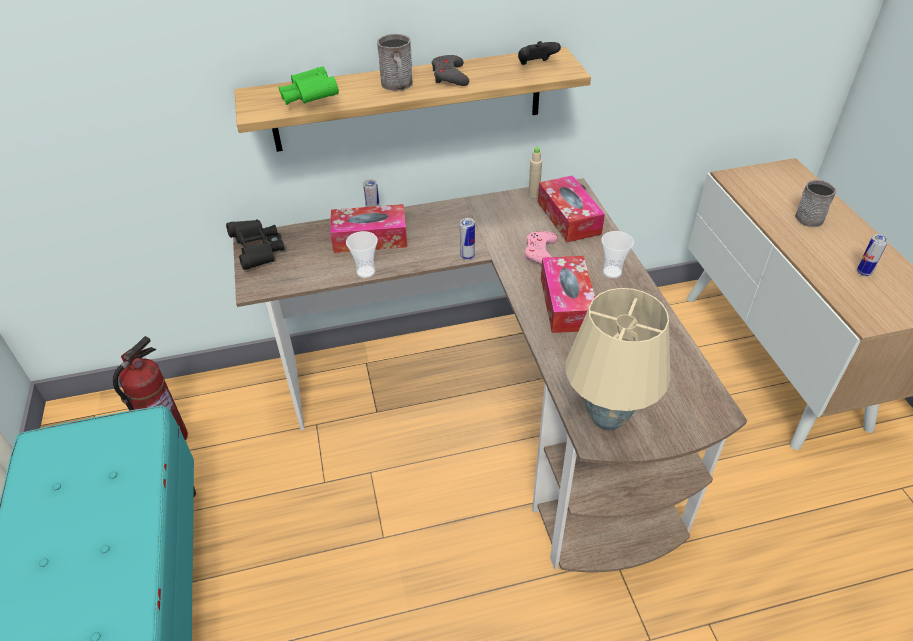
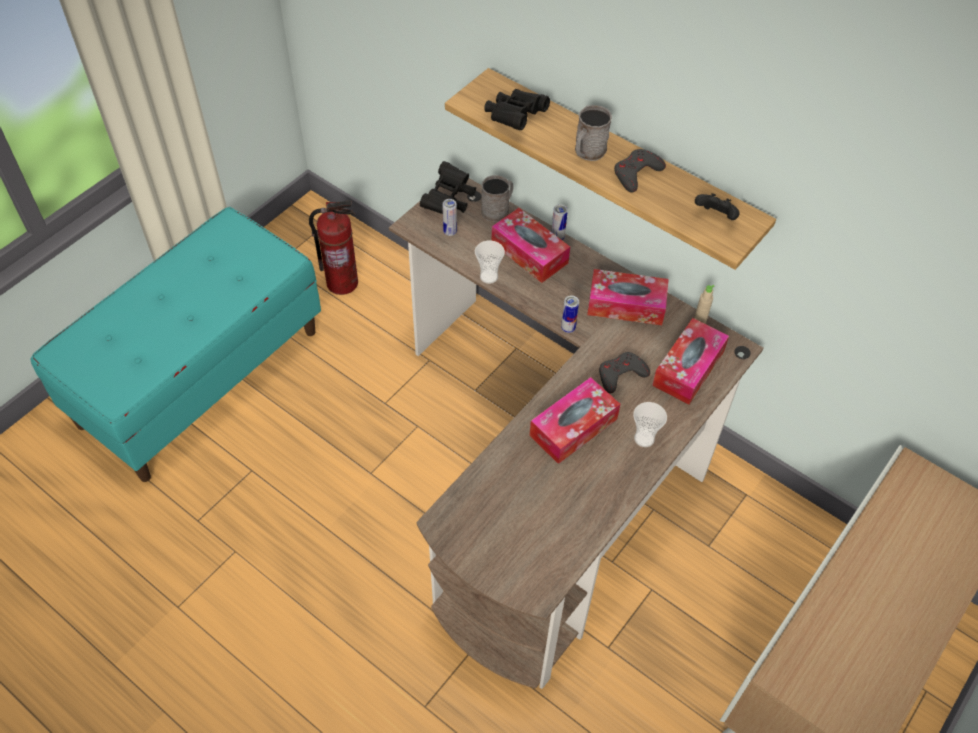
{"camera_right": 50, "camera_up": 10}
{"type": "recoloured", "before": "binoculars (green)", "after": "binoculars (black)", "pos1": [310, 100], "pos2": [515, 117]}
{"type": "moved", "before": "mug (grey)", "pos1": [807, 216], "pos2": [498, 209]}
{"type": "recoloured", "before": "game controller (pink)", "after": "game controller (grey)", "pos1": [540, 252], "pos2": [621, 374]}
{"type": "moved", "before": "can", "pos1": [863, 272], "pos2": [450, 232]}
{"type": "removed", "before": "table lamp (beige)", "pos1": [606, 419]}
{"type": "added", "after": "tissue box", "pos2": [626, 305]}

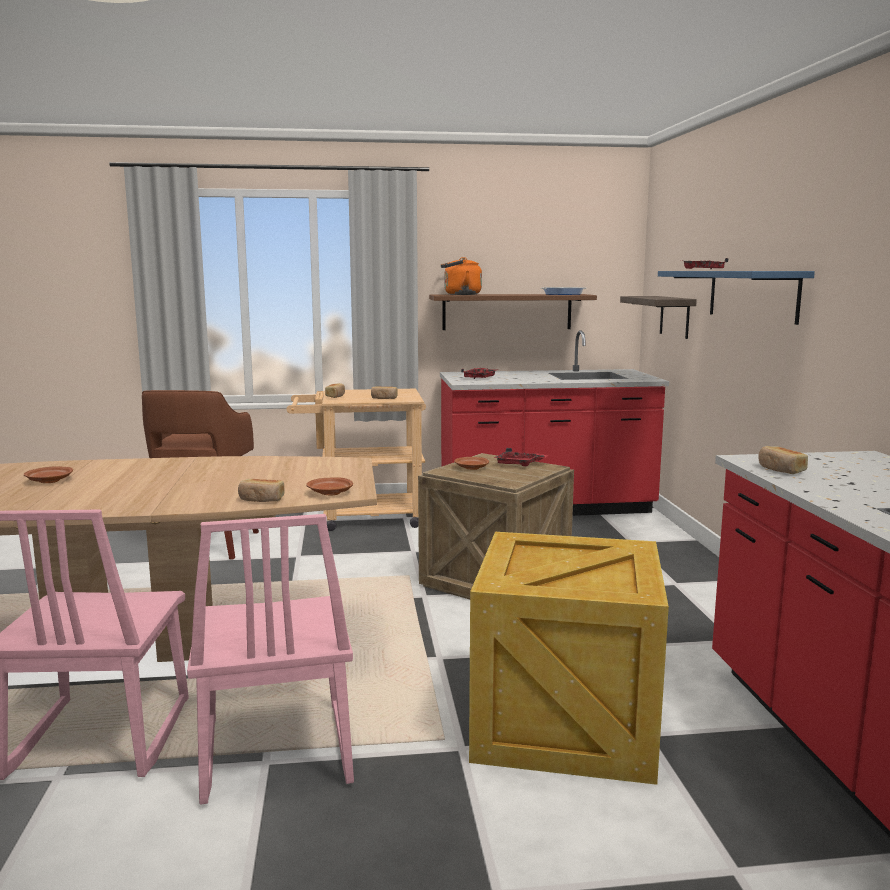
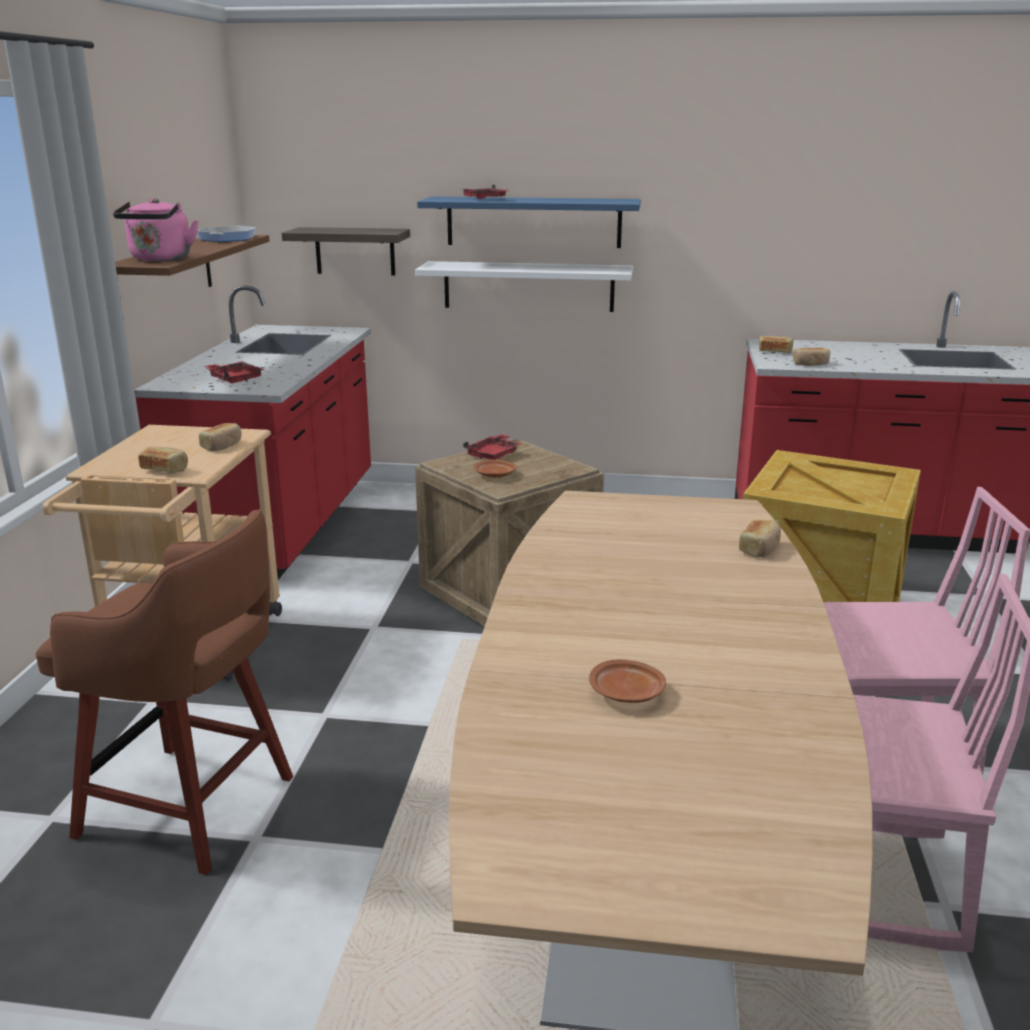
{"camera_right": -75, "camera_up": 10}
{"type": "recoloured", "before": "kettle (orange)", "after": "kettle (pink)", "pos1": [460, 294], "pos2": [160, 259]}
{"type": "removed", "before": "plate (brown)", "pos1": [330, 493]}
{"type": "added", "after": "shelf (white)", "pos2": [528, 286]}
{"type": "added", "after": "bread", "pos2": [774, 352]}

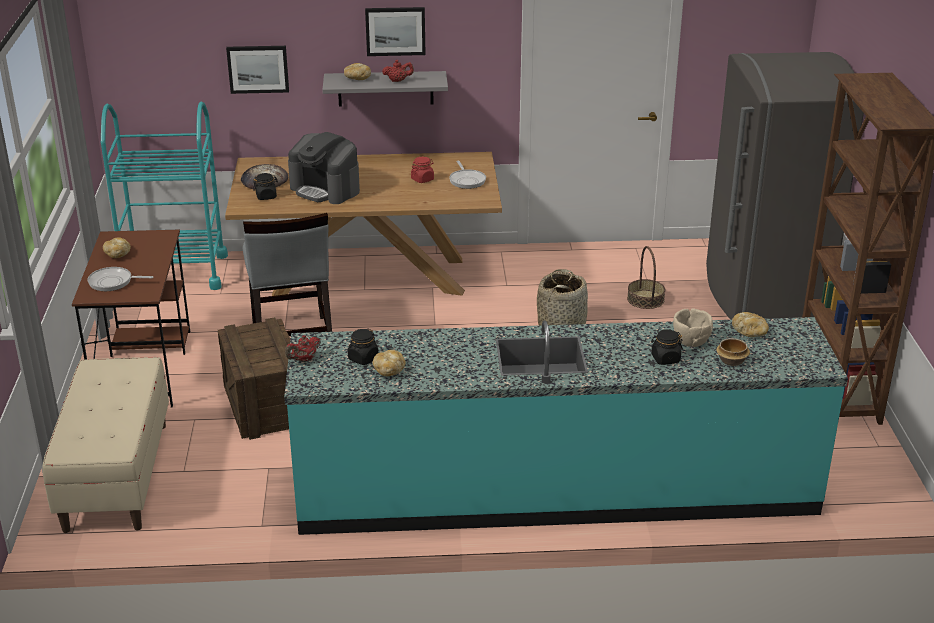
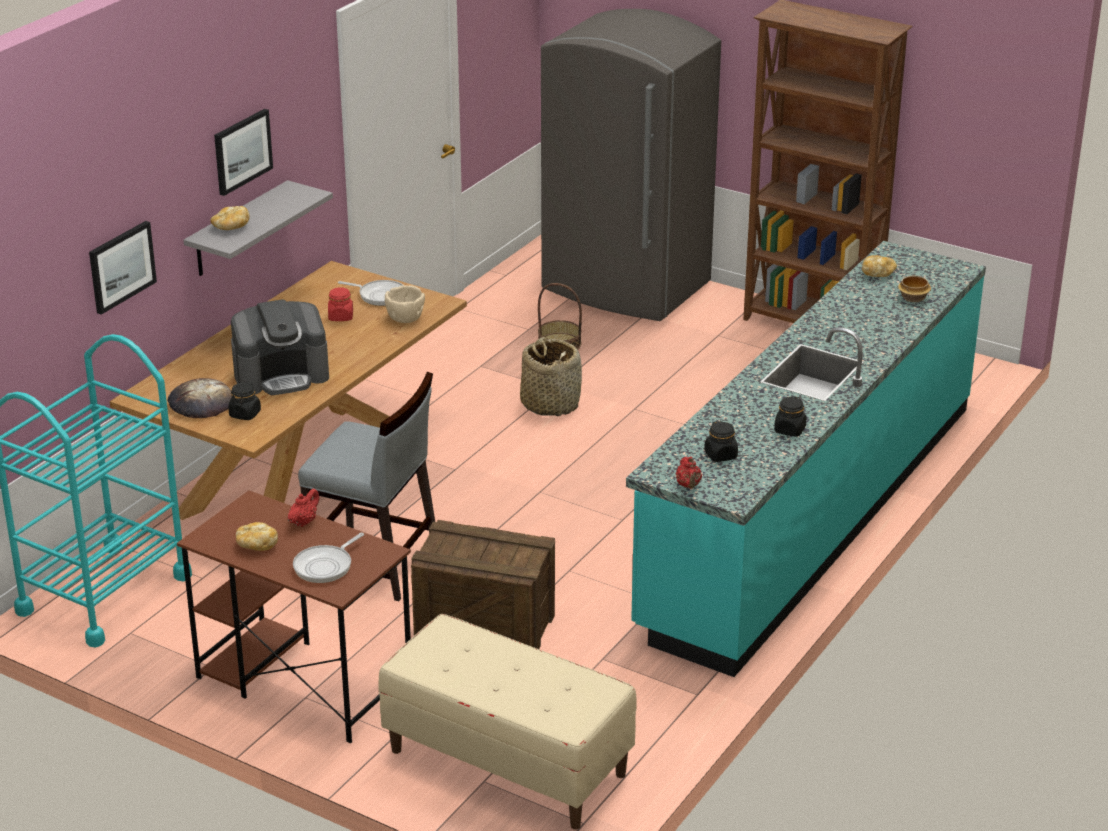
{"camera_right": -55, "camera_up": 0}
{"type": "moved", "before": "teapot (red)", "pos1": [398, 81], "pos2": [304, 522]}
{"type": "moved", "before": "bowl (beige)", "pos1": [690, 340], "pos2": [404, 318]}
{"type": "moved", "before": "jar (black)", "pos1": [665, 359], "pos2": [789, 430]}
{"type": "removed", "before": "bread", "pos1": [389, 370]}

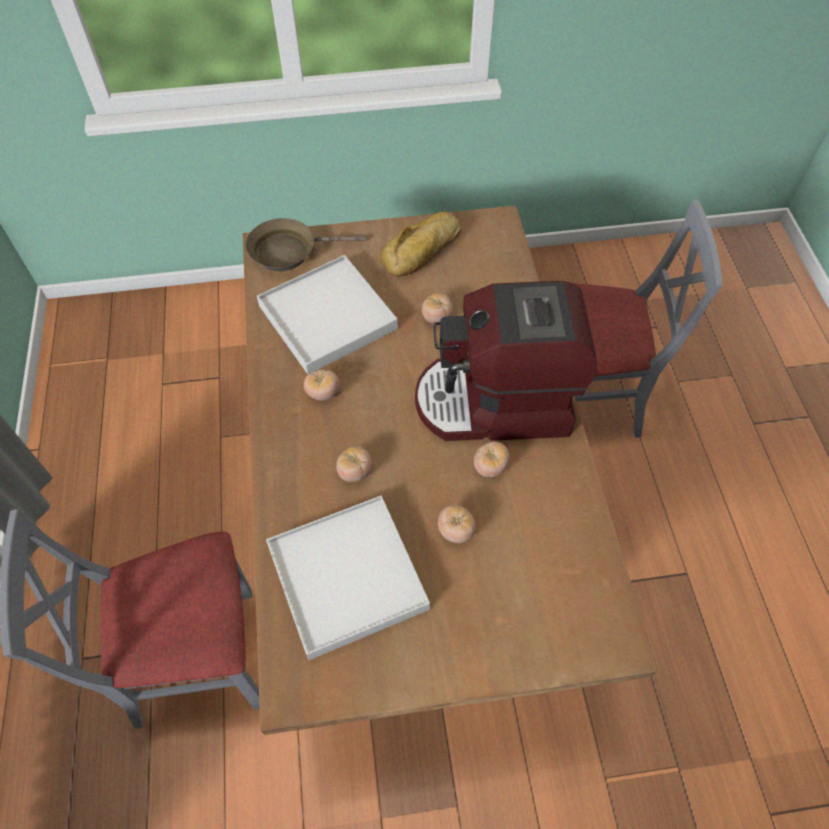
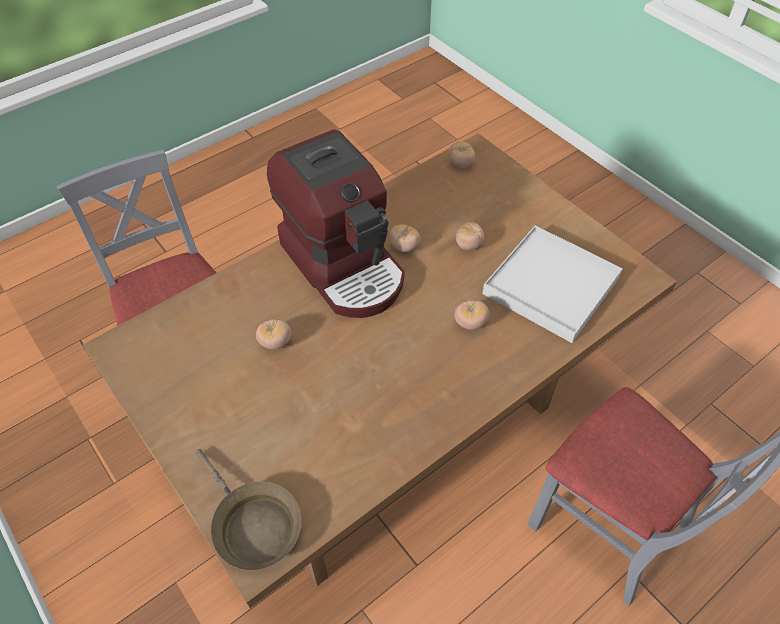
{"camera_right": -120, "camera_up": -5}
{"type": "removed", "before": "bread", "pos1": [423, 251]}
{"type": "removed", "before": "tray (white)", "pos1": [327, 318]}
{"type": "moved", "before": "tomato", "pos1": [323, 393], "pos2": [461, 164]}

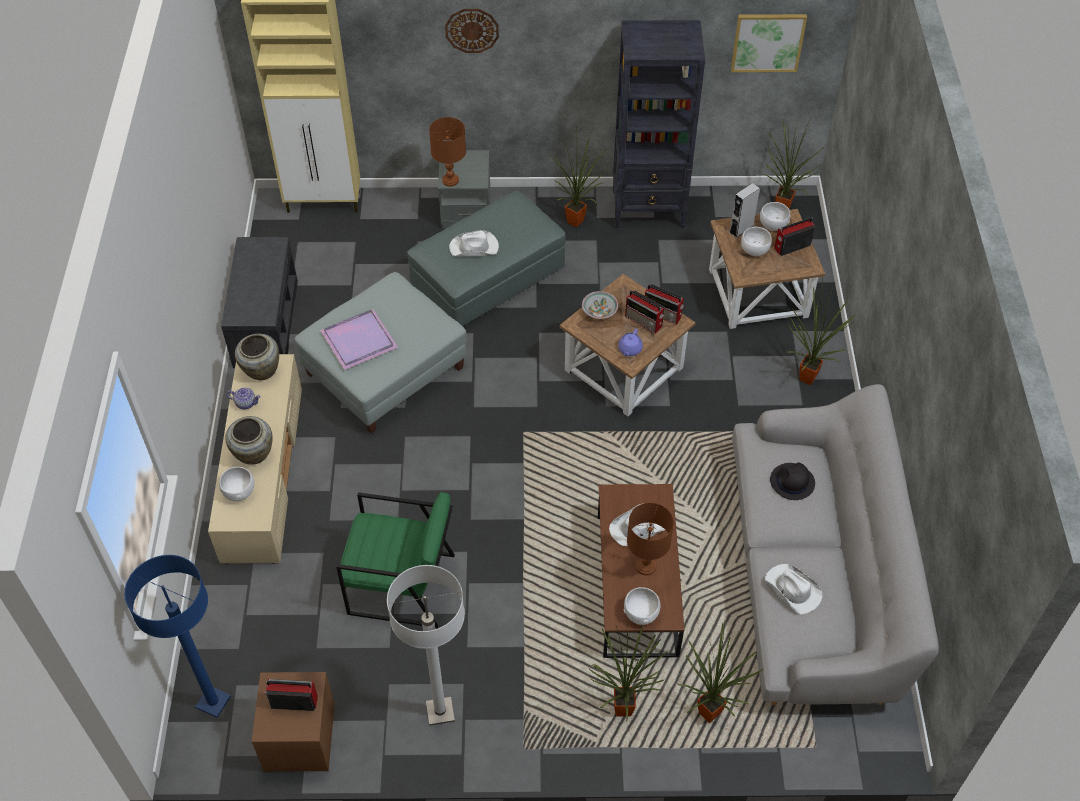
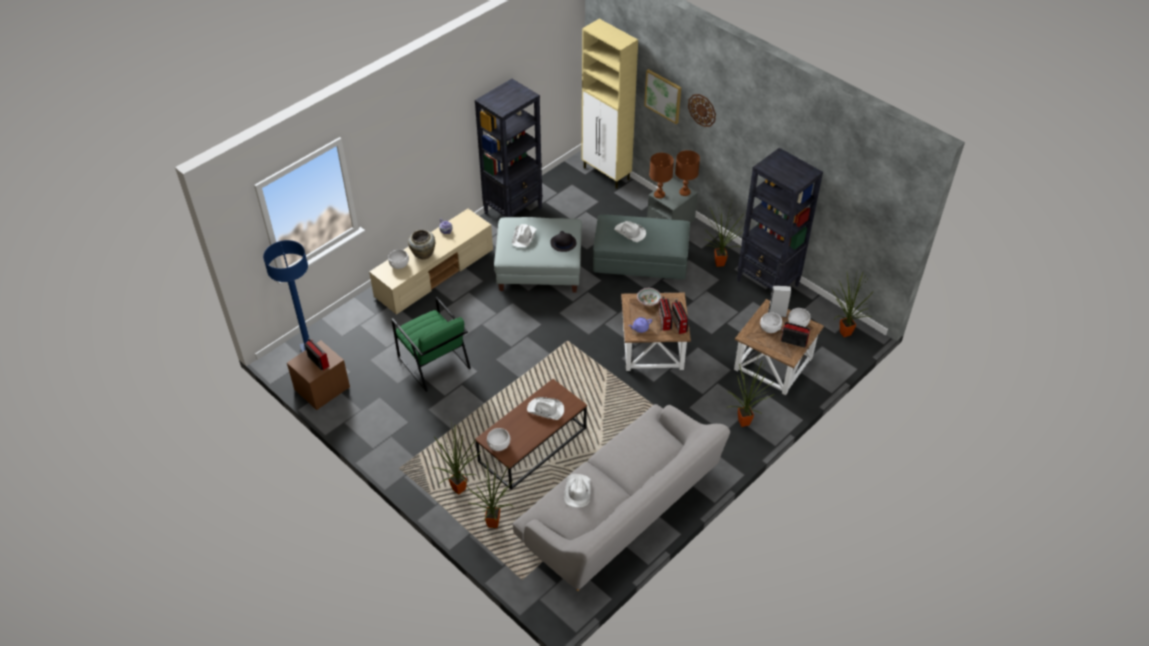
{"camera_right": 45, "camera_up": -5}
{"type": "moved", "before": "picture", "pos1": [767, 42], "pos2": [663, 96]}
{"type": "replaced", "before": "bench (grey)", "after": "bookcase (black)", "pos1": [265, 322], "pos2": [513, 210]}
{"type": "replaced", "before": "tray (purple)", "after": "hat (white)", "pos1": [359, 339], "pos2": [524, 236]}
{"type": "removed", "before": "vase (beige)", "pos1": [261, 371]}
{"type": "moved", "before": "hat (black)", "pos1": [792, 482], "pos2": [563, 243]}
{"type": "moved", "before": "table lamp (brown)", "pos1": [645, 565], "pos2": [685, 192]}
{"type": "removed", "before": "floor lamp (white)", "pos1": [440, 712]}

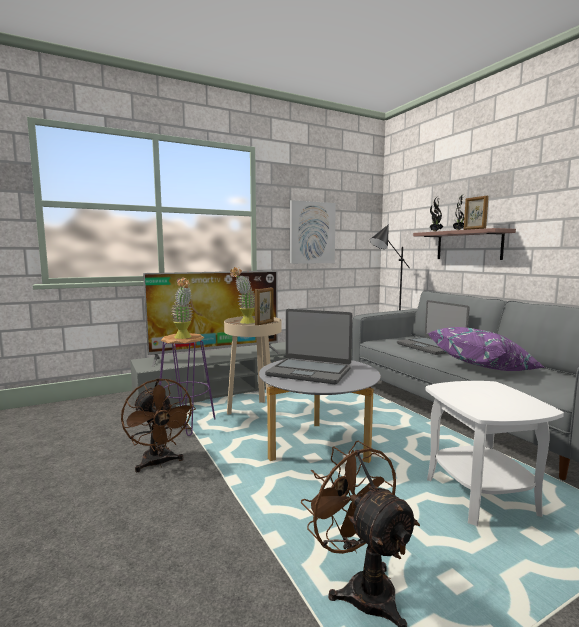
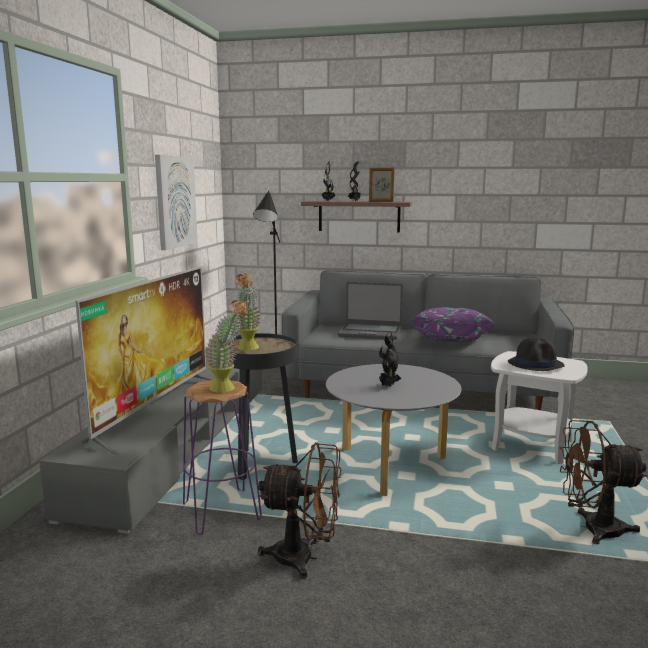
{"camera_right": -50, "camera_up": 5}
{"type": "removed", "before": "picture frame", "pos1": [264, 323]}
{"type": "replaced", "before": "laptop", "after": "potted plant", "pos1": [309, 372], "pos2": [388, 386]}
{"type": "recoloured", "before": "side table (beige)", "after": "side table (black)", "pos1": [254, 411], "pos2": [260, 464]}
{"type": "added", "after": "hat (black)", "pos2": [536, 364]}

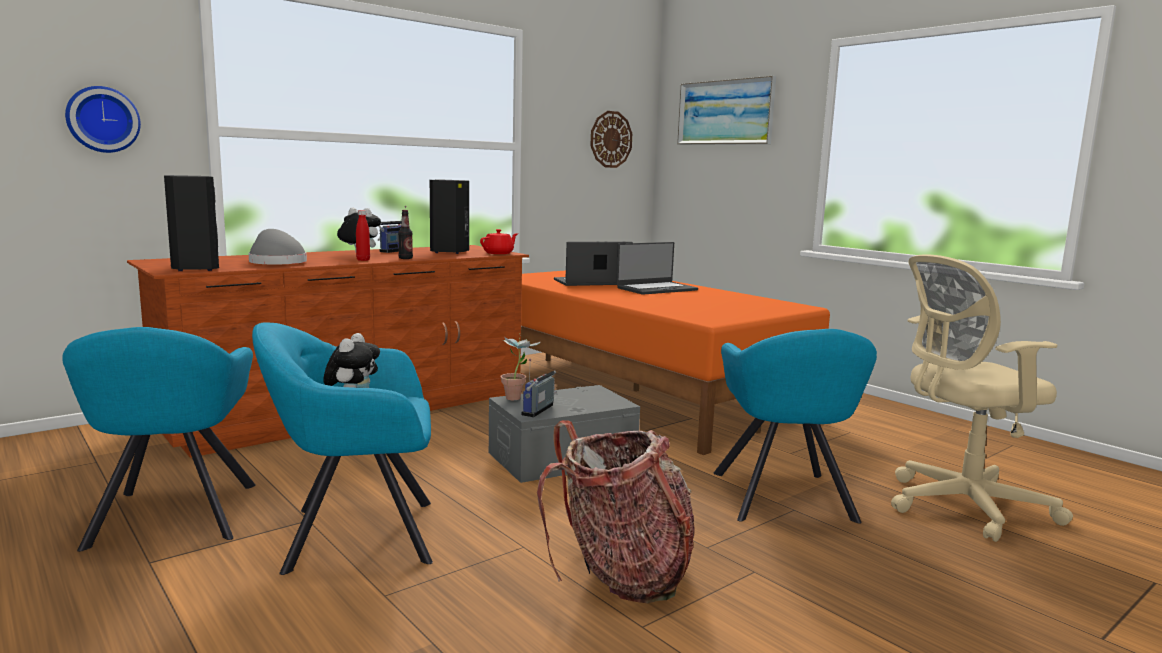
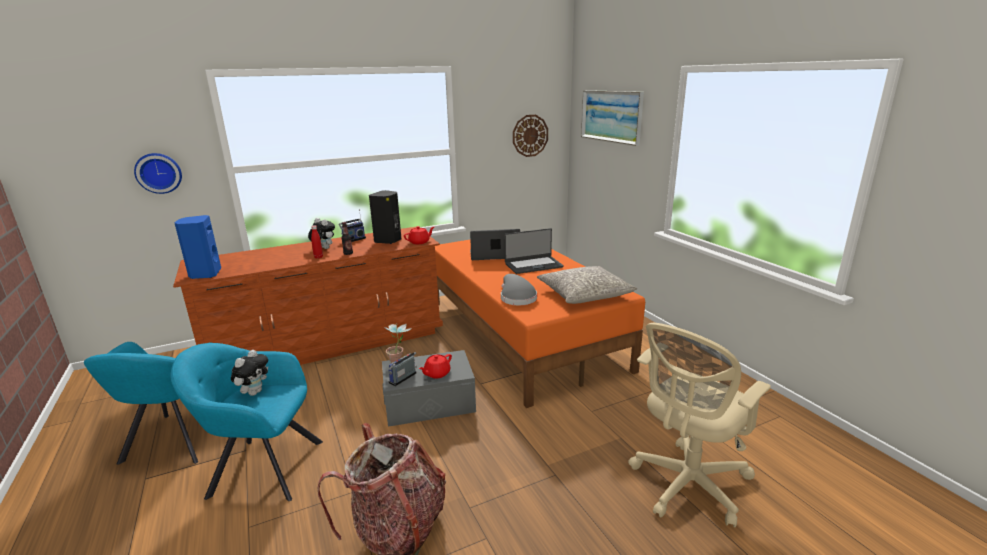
{"camera_right": 15, "camera_up": 10}
{"type": "recoloured", "before": "speaker (black)", "after": "speaker (blue)", "pos1": [194, 268], "pos2": [205, 274]}
{"type": "moved", "before": "hat (grey)", "pos1": [276, 263], "pos2": [516, 298]}
{"type": "turned", "before": "office chair (beige)", "pos1": [960, 506], "pos2": [686, 486], "turn": -45}
{"type": "removed", "before": "armchair (turquoise)", "pos1": [784, 499]}
{"type": "added", "after": "pillow (grey)", "pos2": [584, 294]}
{"type": "added", "after": "teapot (red)", "pos2": [436, 373]}

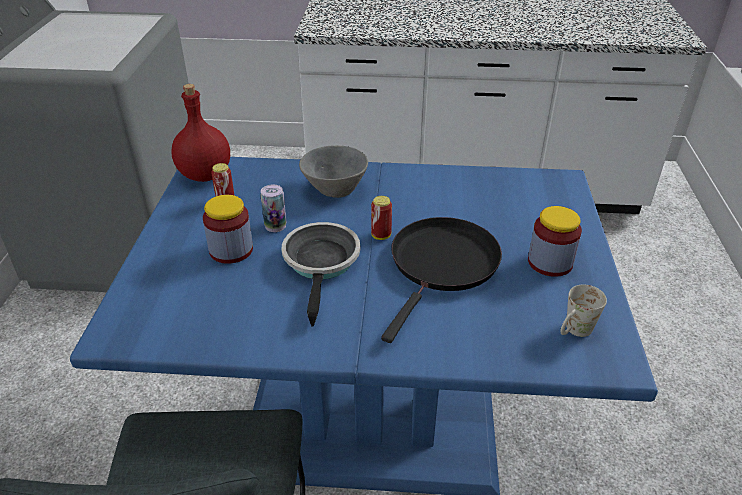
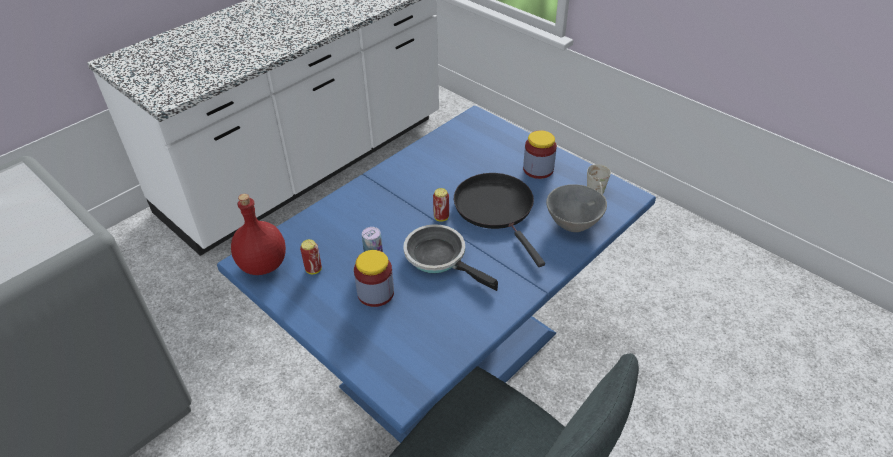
{"camera_right": -50, "camera_up": 5}
{"type": "moved", "before": "bowl (grey)", "pos1": [336, 188], "pos2": [572, 222]}

